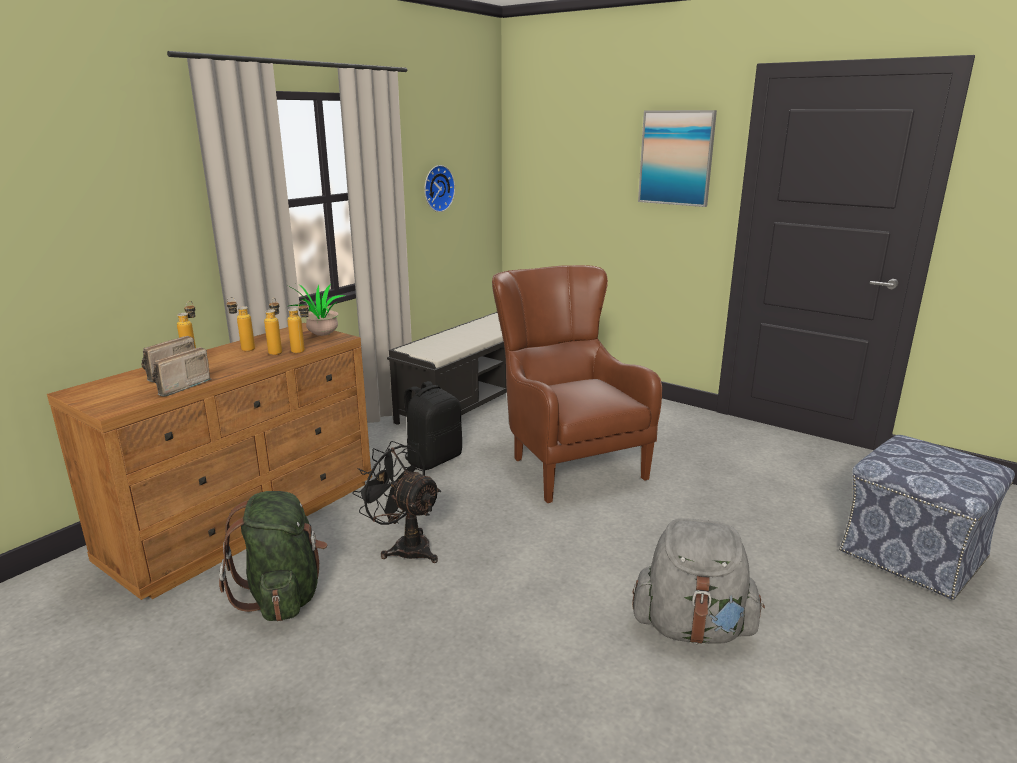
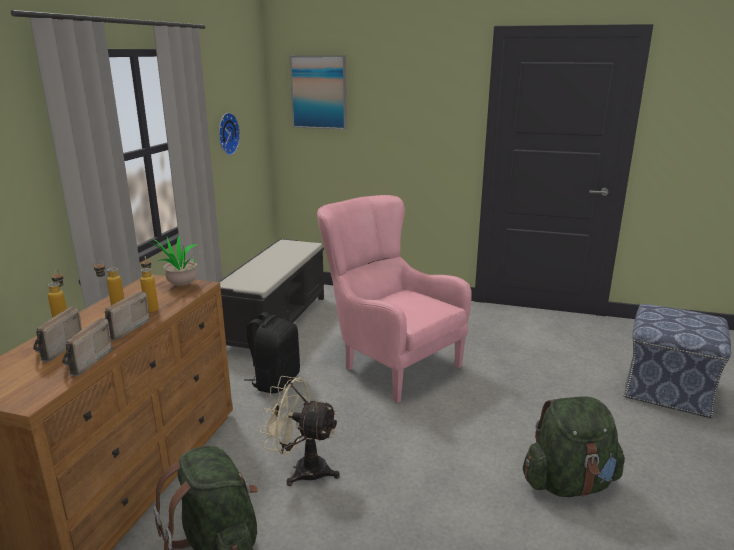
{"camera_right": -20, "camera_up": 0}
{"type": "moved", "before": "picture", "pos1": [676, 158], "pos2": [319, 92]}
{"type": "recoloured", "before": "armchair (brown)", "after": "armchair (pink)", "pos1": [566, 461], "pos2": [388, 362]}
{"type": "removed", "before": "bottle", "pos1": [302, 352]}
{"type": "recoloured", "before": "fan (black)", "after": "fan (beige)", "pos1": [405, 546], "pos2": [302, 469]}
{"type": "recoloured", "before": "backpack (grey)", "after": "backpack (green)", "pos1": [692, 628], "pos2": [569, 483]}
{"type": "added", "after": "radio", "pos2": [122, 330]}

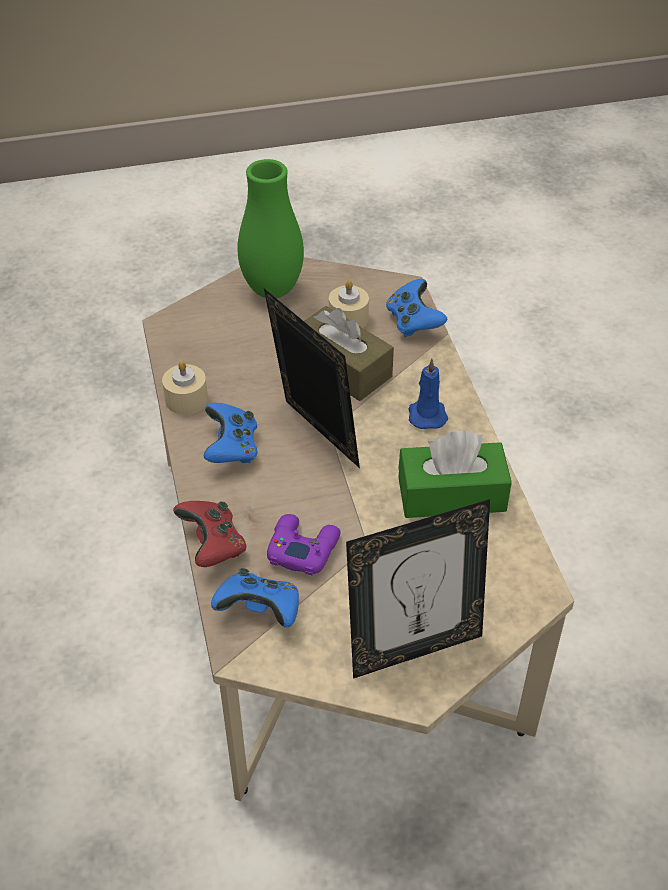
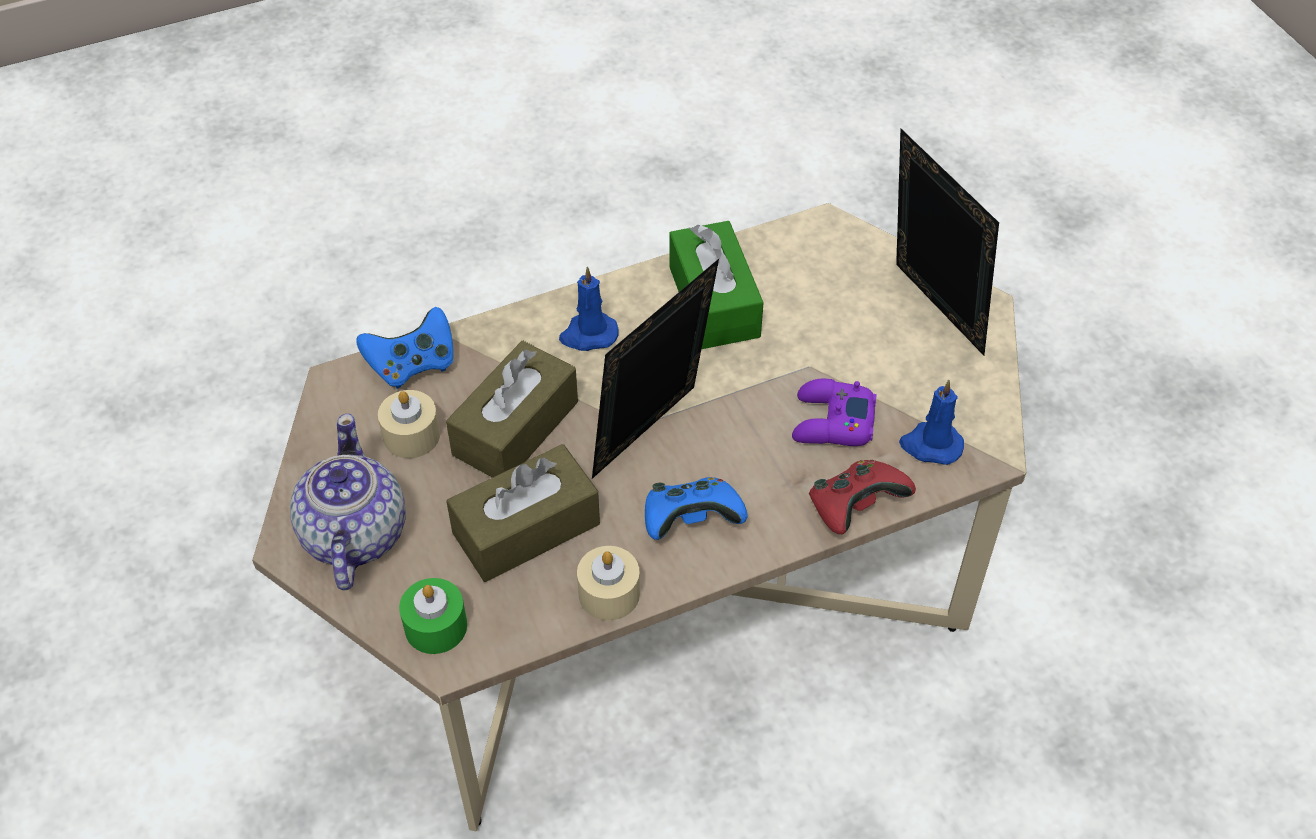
{"camera_right": -100, "camera_up": 5}
{"type": "replaced", "before": "vase (green)", "after": "teapot", "pos1": [272, 290], "pos2": [353, 536]}
{"type": "replaced", "before": "game controller (blue)", "after": "candle (blue)", "pos1": [261, 611], "pos2": [930, 445]}
{"type": "added", "after": "tissue box (brown)", "pos2": [526, 528]}
{"type": "added", "after": "candle (green)", "pos2": [436, 626]}

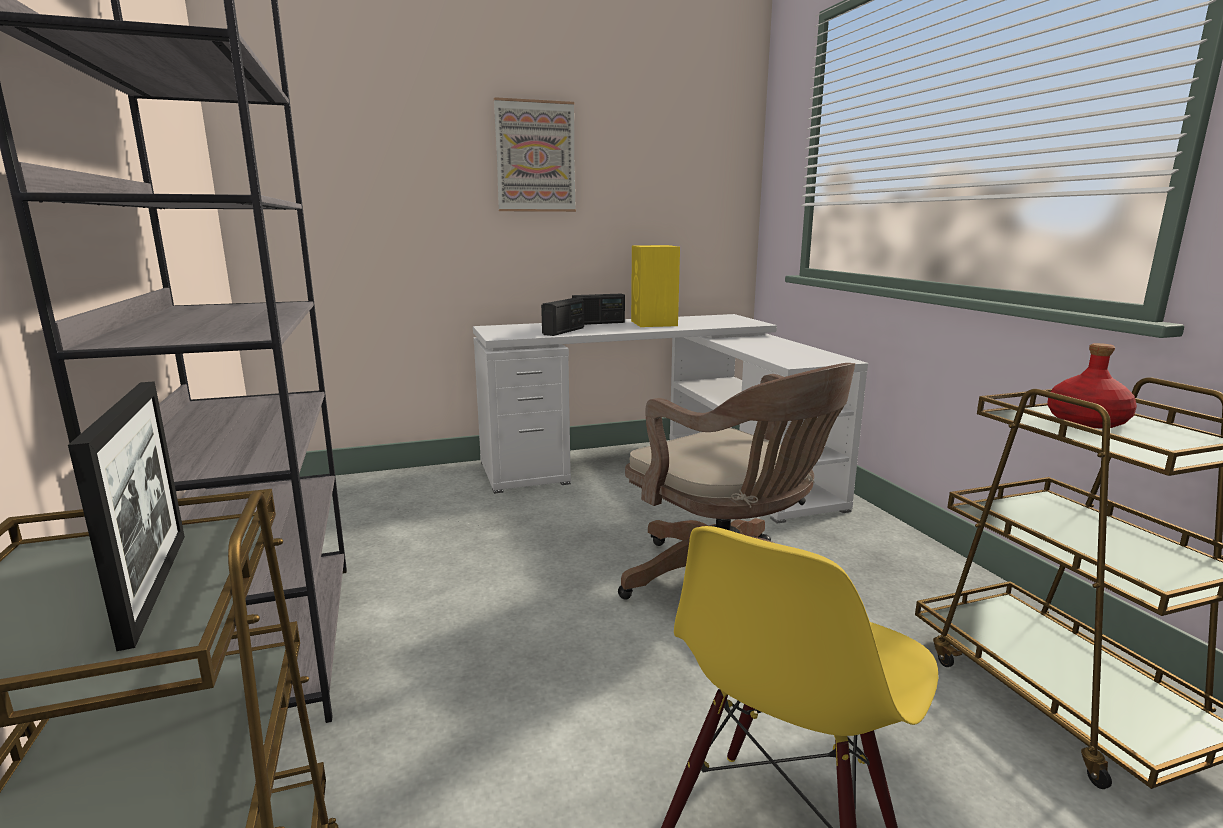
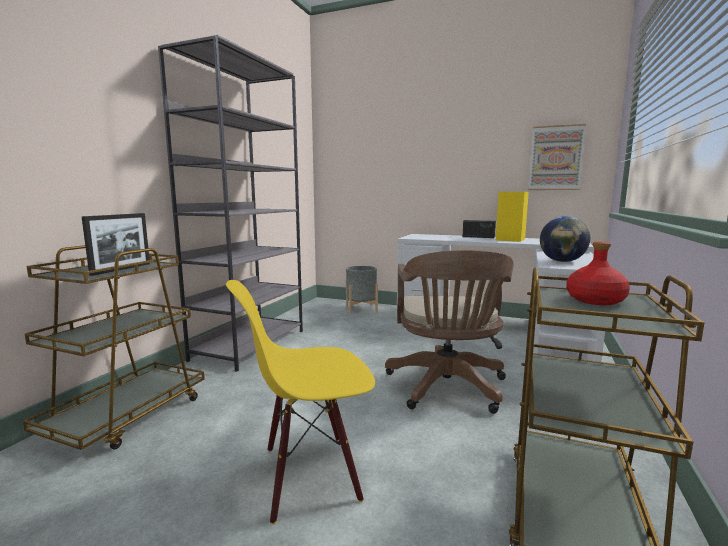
{"camera_right": 40, "camera_up": -5}
{"type": "moved", "before": "picture", "pos1": [535, 157], "pos2": [556, 158]}
{"type": "removed", "before": "radio", "pos1": [564, 331]}
{"type": "added", "after": "globe", "pos2": [562, 261]}
{"type": "added", "after": "planter (grey)", "pos2": [361, 309]}

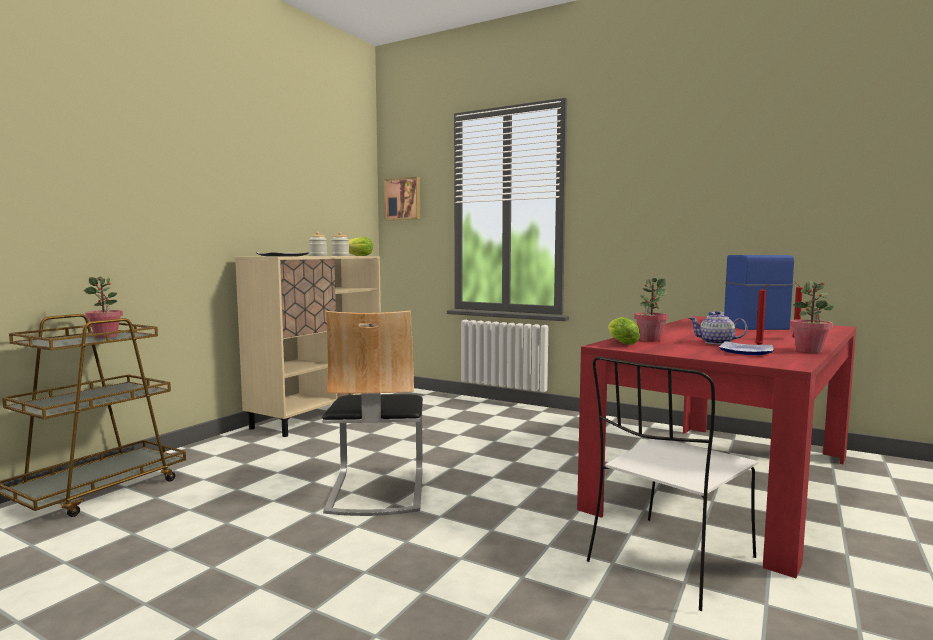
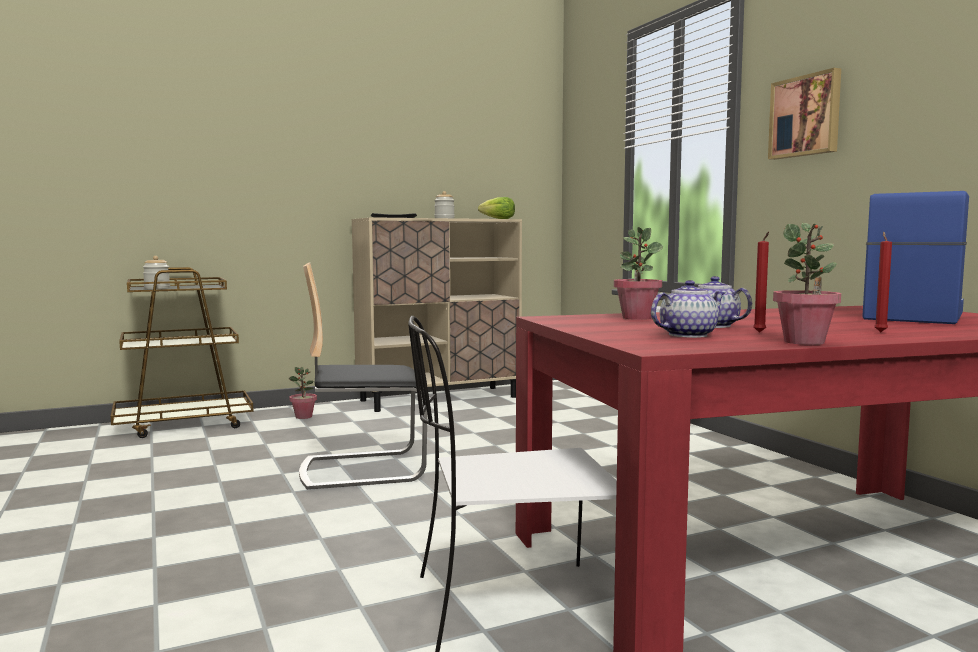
{"camera_right": 35, "camera_up": 0}
{"type": "moved", "before": "picture", "pos1": [403, 199], "pos2": [806, 116]}
{"type": "moved", "before": "jar", "pos1": [340, 256], "pos2": [157, 288]}
{"type": "moved", "before": "potted plant", "pos1": [106, 336], "pos2": [304, 417]}
{"type": "turned", "before": "chair", "pos1": [376, 490], "pos2": [363, 468], "turn": 45}
{"type": "removed", "before": "lettuce", "pos1": [620, 343]}
{"type": "replaced", "before": "plate", "after": "teapot", "pos1": [744, 352], "pos2": [687, 335]}

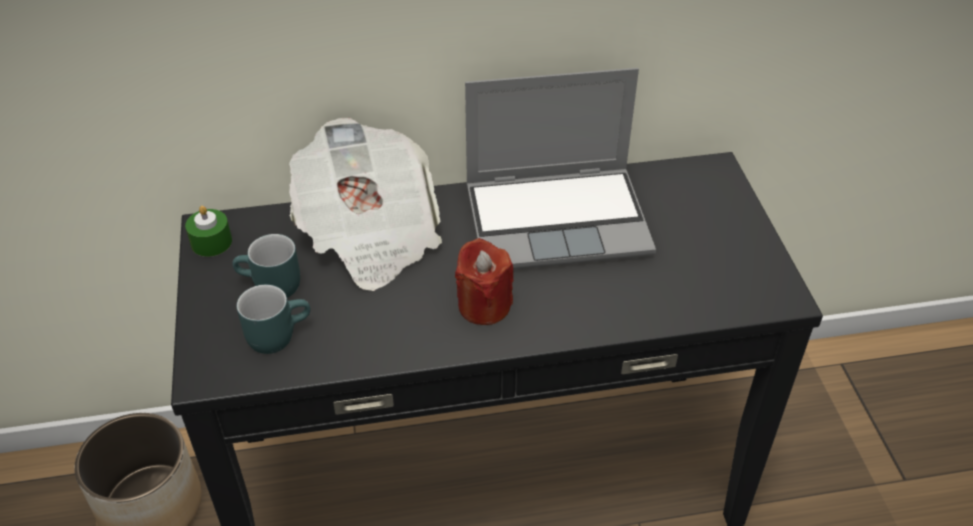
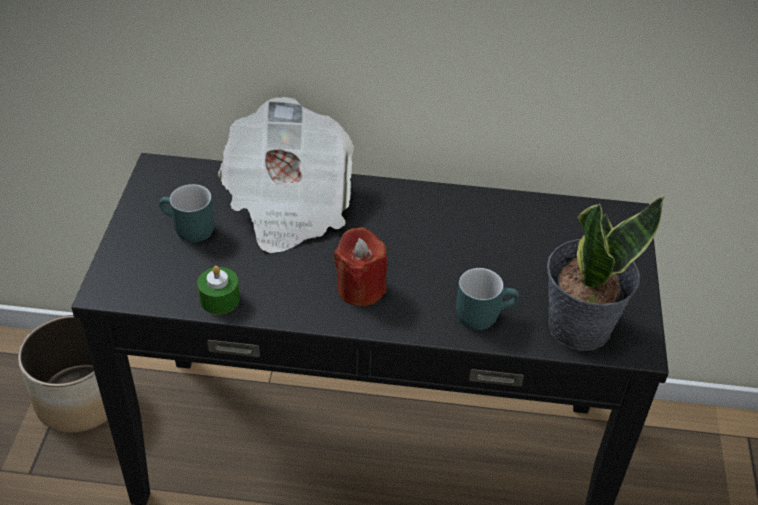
{"camera_right": 15, "camera_up": 0}
{"type": "removed", "before": "laptop", "pos1": [559, 220]}
{"type": "moved", "before": "candle (green)", "pos1": [211, 242], "pos2": [219, 299]}
{"type": "moved", "before": "mug (turquoise)", "pos1": [277, 333], "pos2": [483, 313]}
{"type": "added", "after": "potted plant", "pos2": [578, 325]}

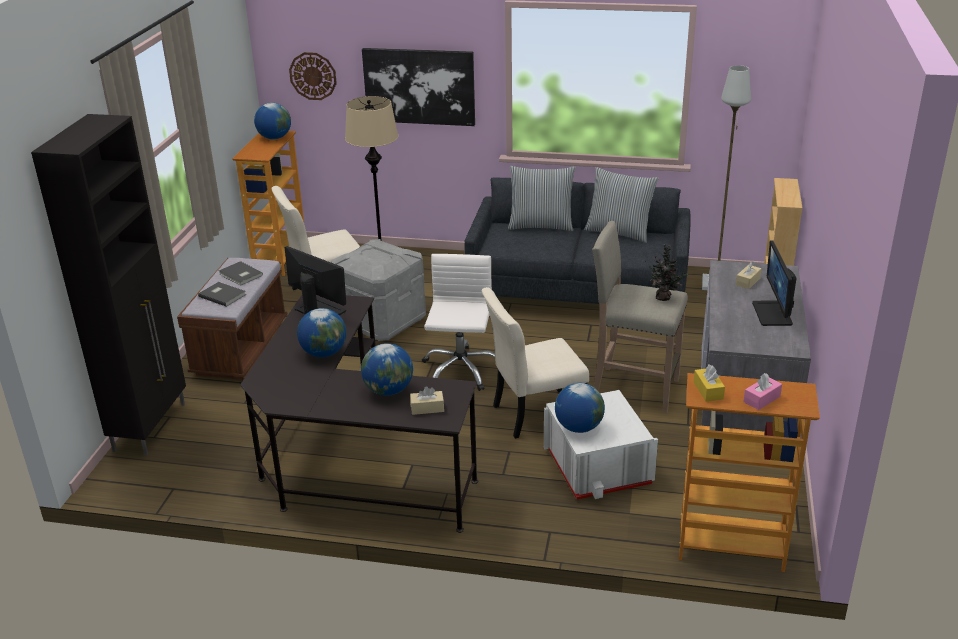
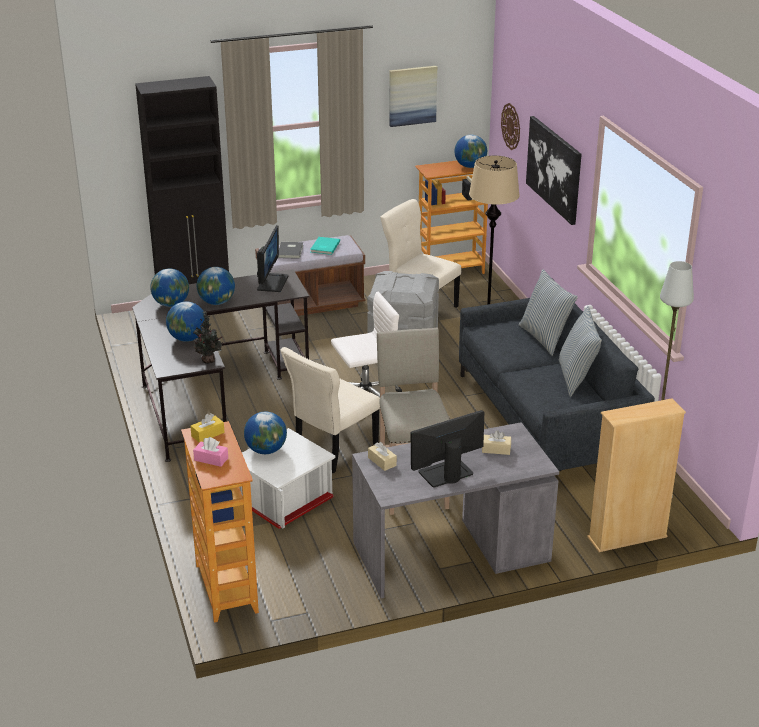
{"camera_right": 60, "camera_up": 0}
{"type": "moved", "before": "potted plant", "pos1": [664, 298], "pos2": [209, 361]}
{"type": "recoloured", "before": "book (grey)", "after": "book (turquoise)", "pos1": [240, 275], "pos2": [324, 247]}
{"type": "turned", "before": "chair (beige)", "pos1": [534, 414], "pos2": [332, 450], "turn": -90}
{"type": "moved", "before": "tissue box (beige)", "pos1": [427, 408], "pos2": [382, 461]}
{"type": "added", "after": "picture", "pos2": [412, 95]}
{"type": "added", "after": "globe", "pos2": [171, 304]}

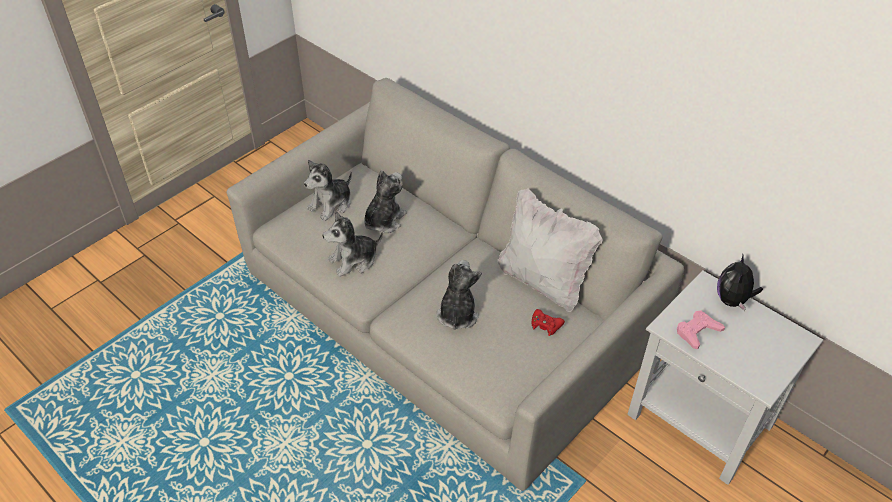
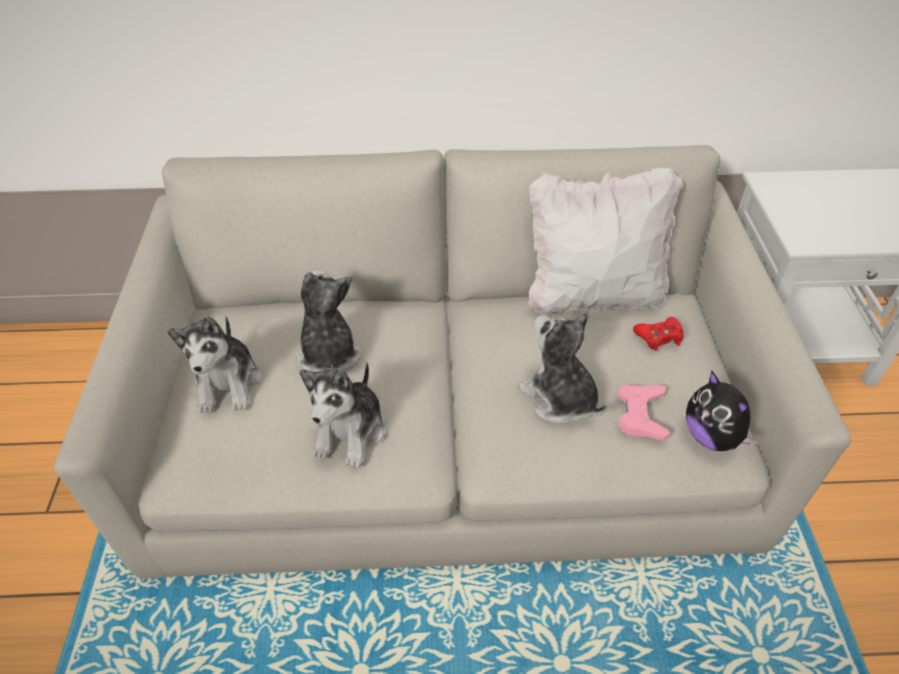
{"camera_right": -45, "camera_up": 0}
{"type": "moved", "before": "plush toy", "pos1": [732, 300], "pos2": [712, 436]}
{"type": "moved", "before": "game controller (pink)", "pos1": [697, 332], "pos2": [641, 415]}

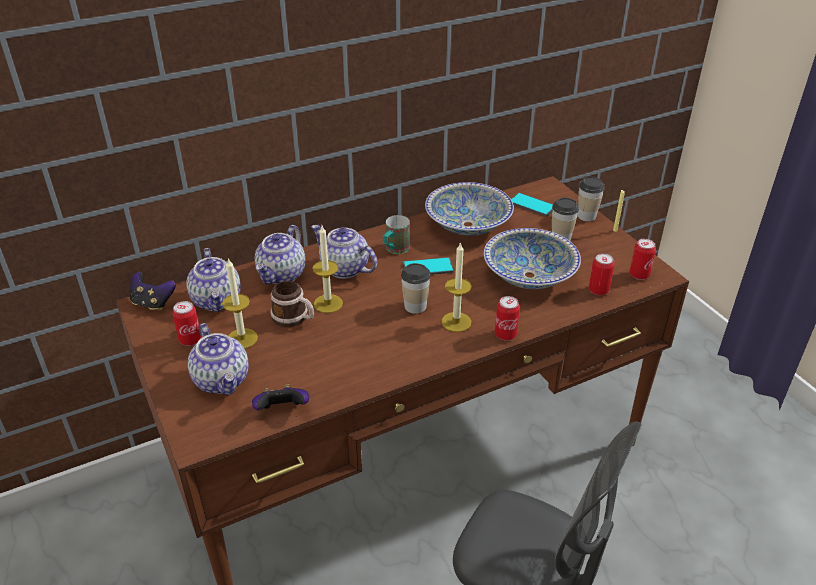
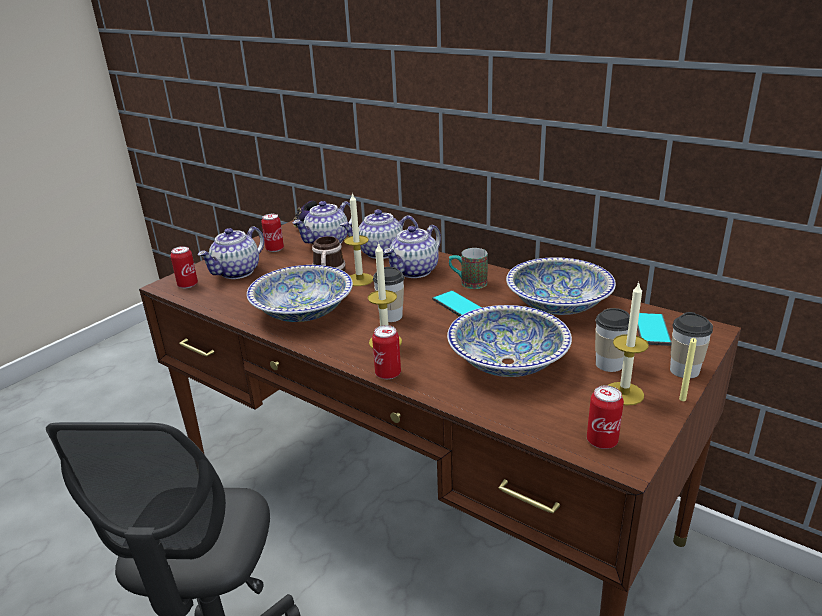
{"camera_right": 65, "camera_up": -10}
{"type": "turned", "before": "teapot", "pos1": [344, 269], "pos2": [414, 271], "turn": -150}
{"type": "moved", "before": "can", "pos1": [598, 290], "pos2": [188, 285]}
{"type": "moved", "before": "candle", "pos1": [242, 338], "pos2": [624, 393]}
{"type": "removed", "before": "game controller", "pos1": [282, 410]}
{"type": "added", "after": "bowl", "pos2": [303, 312]}

